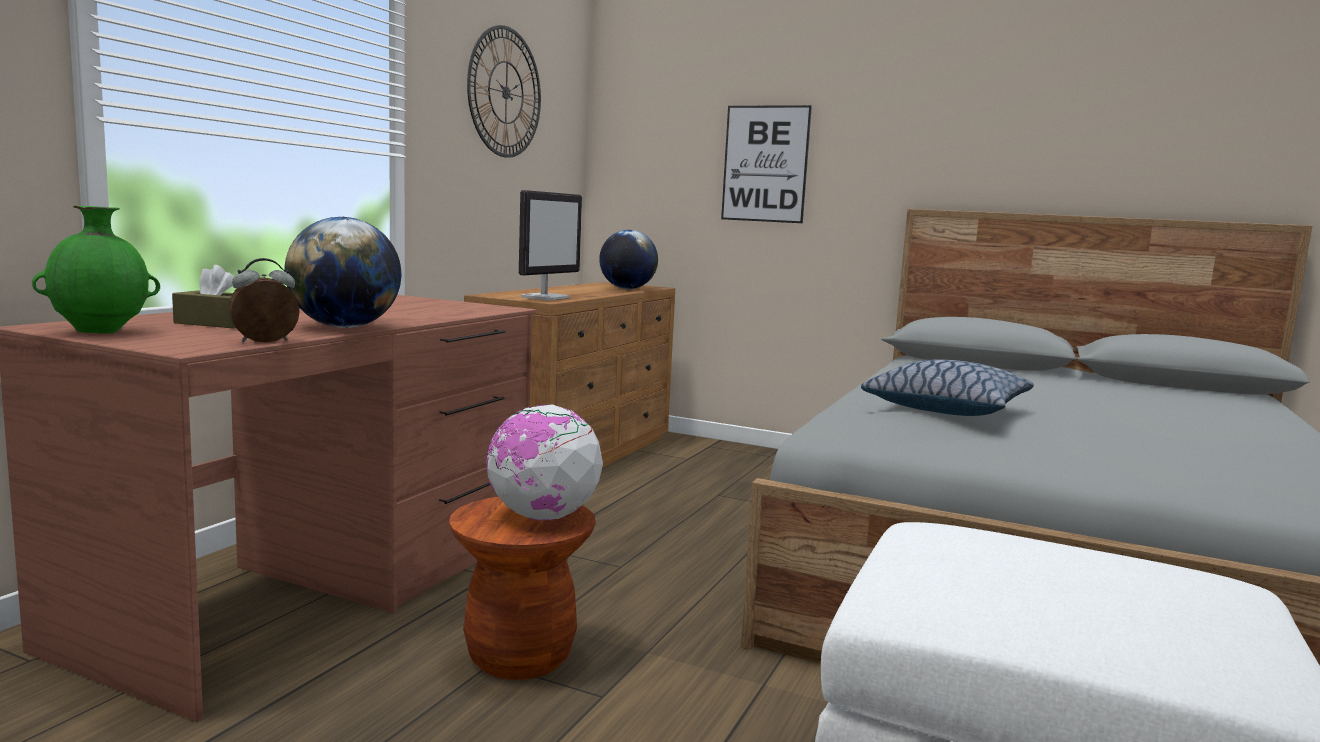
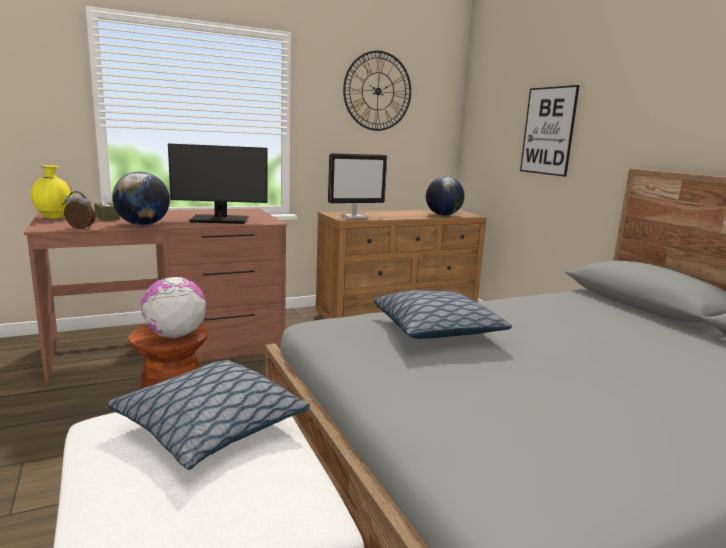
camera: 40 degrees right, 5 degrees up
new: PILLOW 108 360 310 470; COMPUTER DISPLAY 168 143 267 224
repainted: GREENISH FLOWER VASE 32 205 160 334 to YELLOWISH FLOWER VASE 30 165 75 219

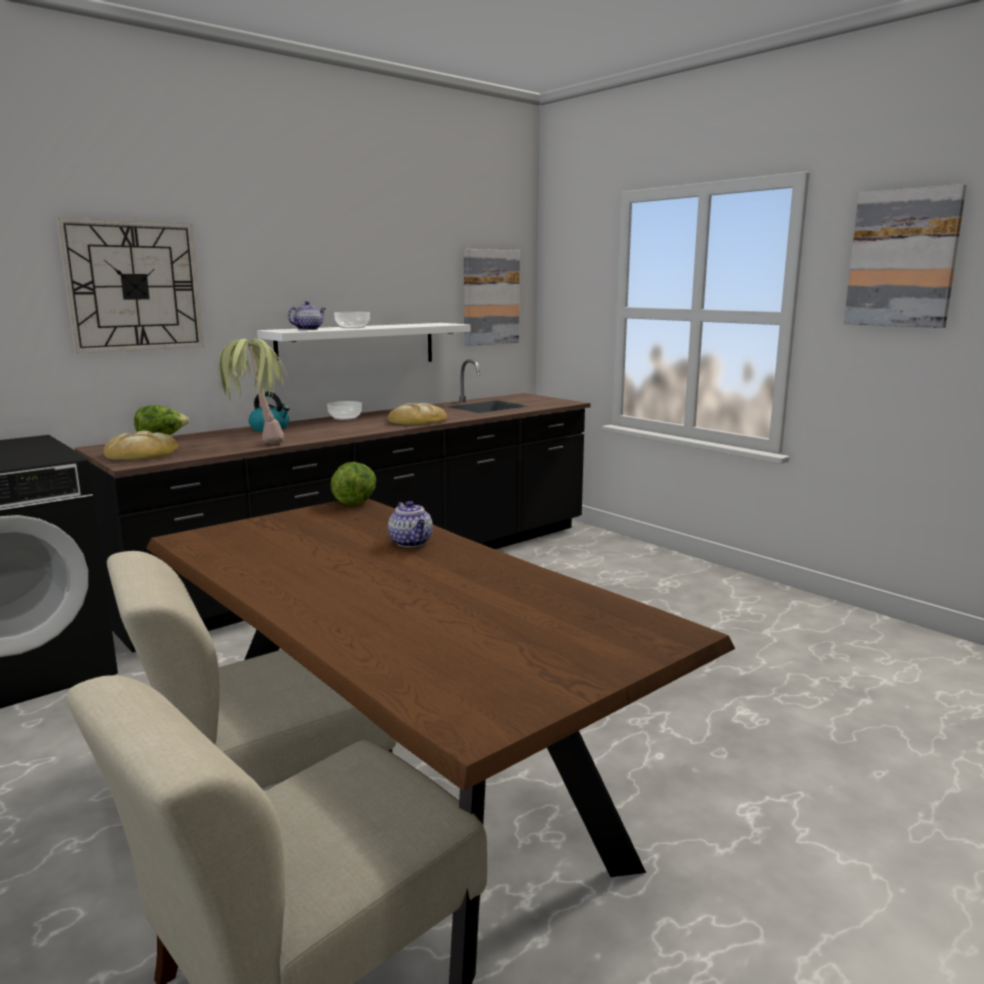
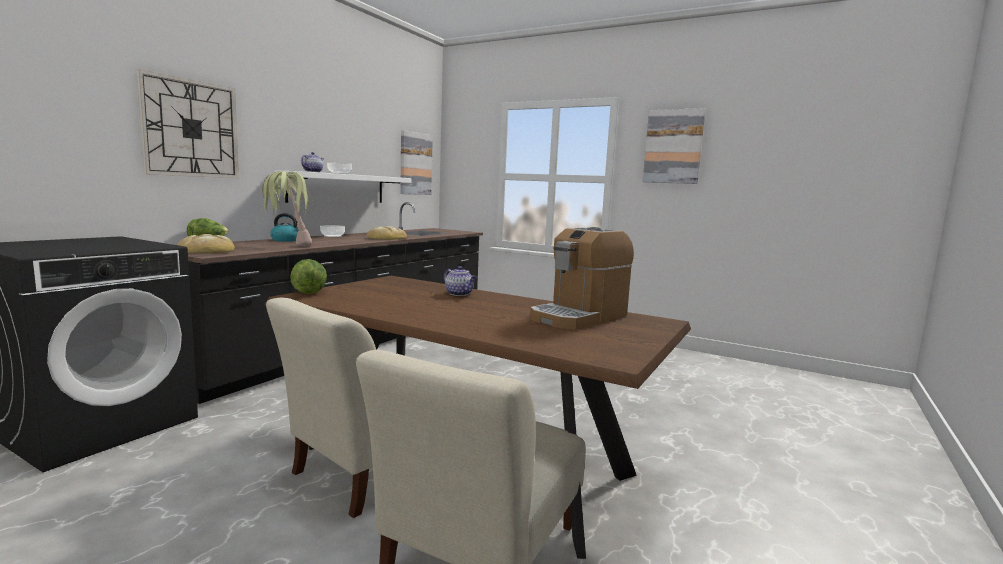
camera: 20 degrees left, 5 degrees down
new: COFFEE BREWER 530 227 634 330
shifted: HEAD OF LETTUCE 330 462 376 505 to 290 259 327 294

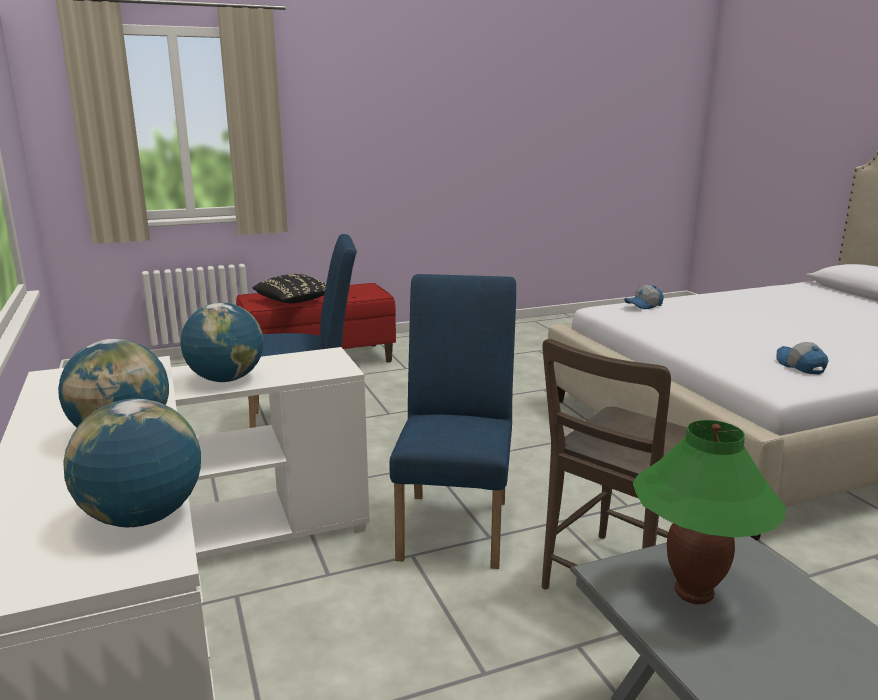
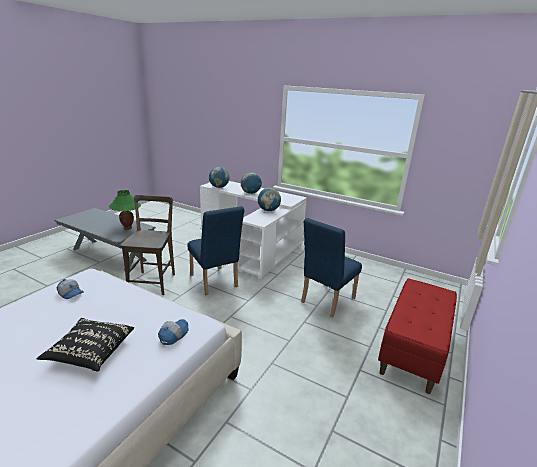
camera: 140 degrees right, 5 degrees up
shifted: BLACK-COLOURED PILLOW 252 274 326 303 to 36 318 134 372

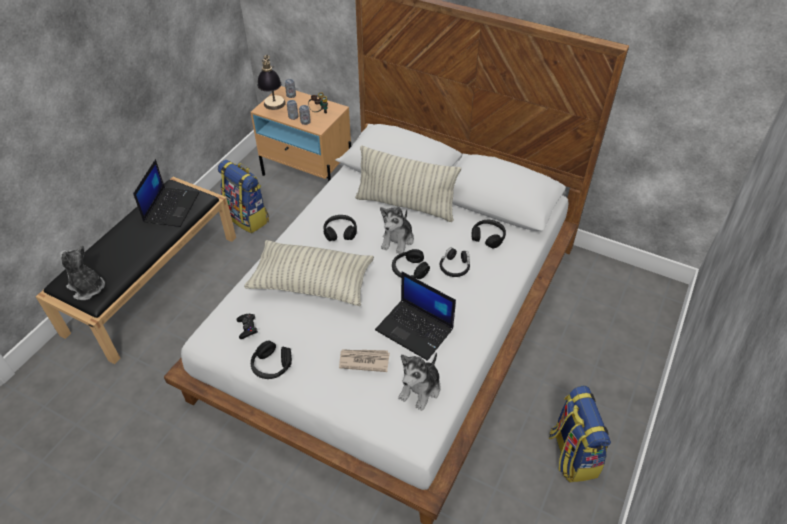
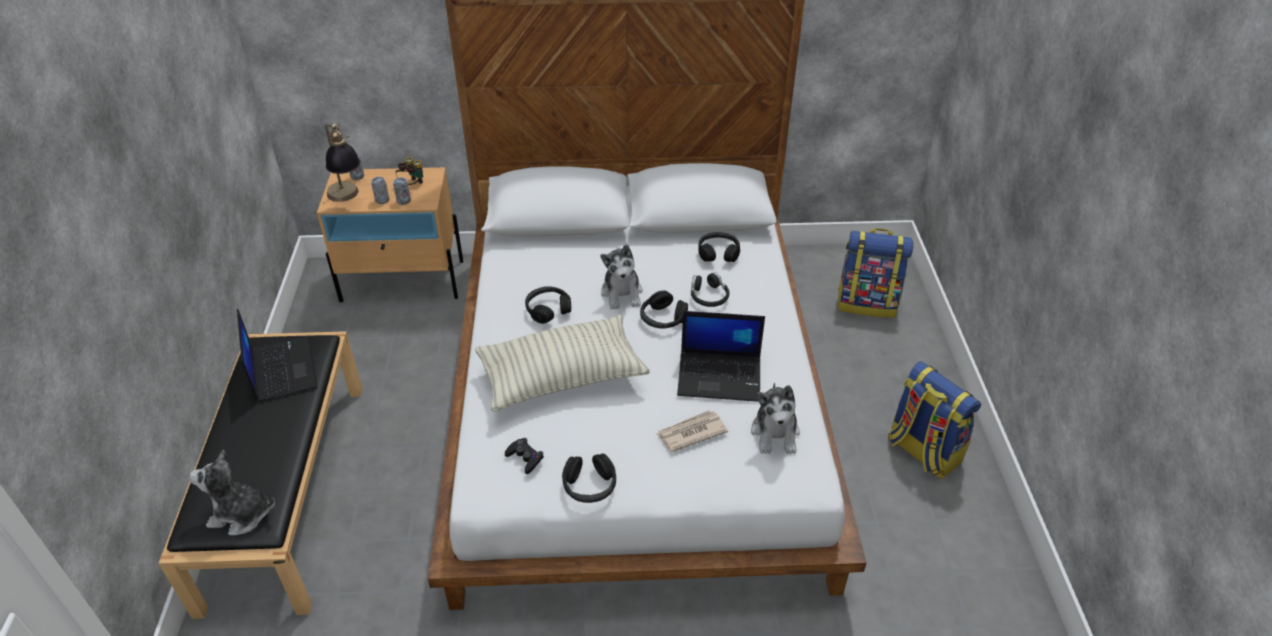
camera: 30 degrees left, 5 degrees down
gone: PILLOW 355 145 461 222
shifted: KNAPSACK 218 160 269 233 to 838 228 914 318

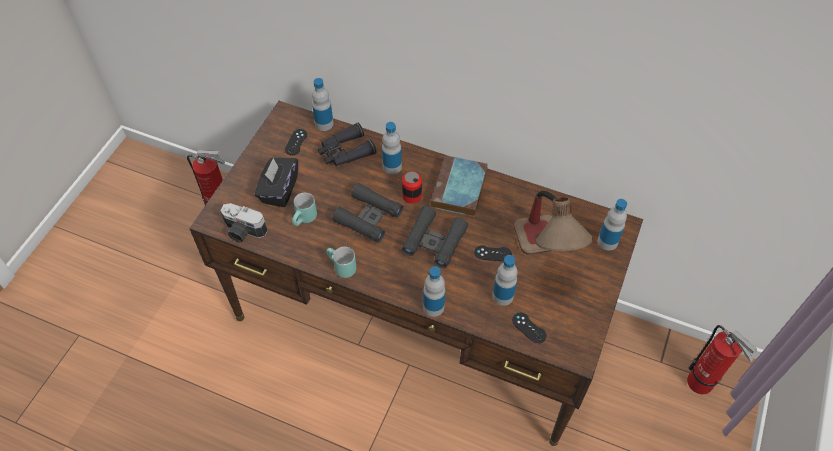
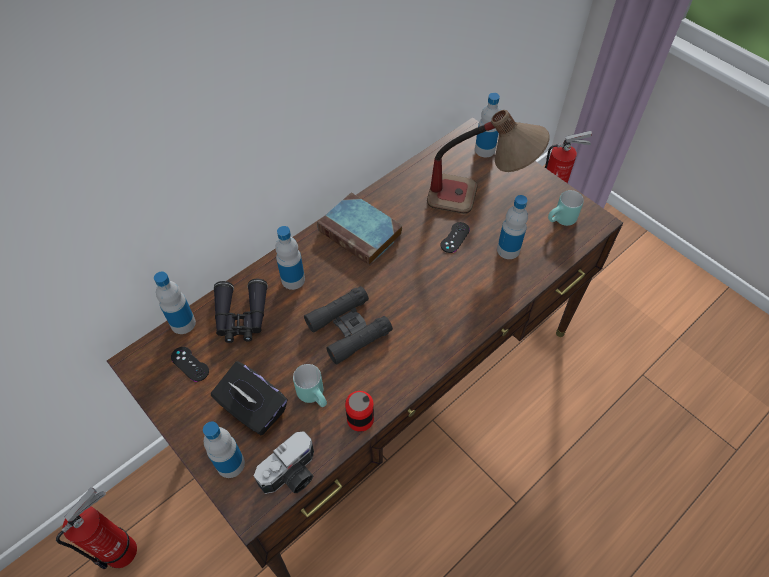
camera: 65 degrees left, 0 degrees up
gone: BLACK-COLOURED FIELD GLASSES 401 206 468 268; BLACK-COLOURED JOYPAD 512 313 547 344
shifted: TURQUOISE COFFEE MUG 326 247 356 278 to 548 190 584 226; SEALED CAN 402 171 422 203 to 345 391 374 432; DRINK BOTTLE 423 266 445 317 to 203 421 245 478

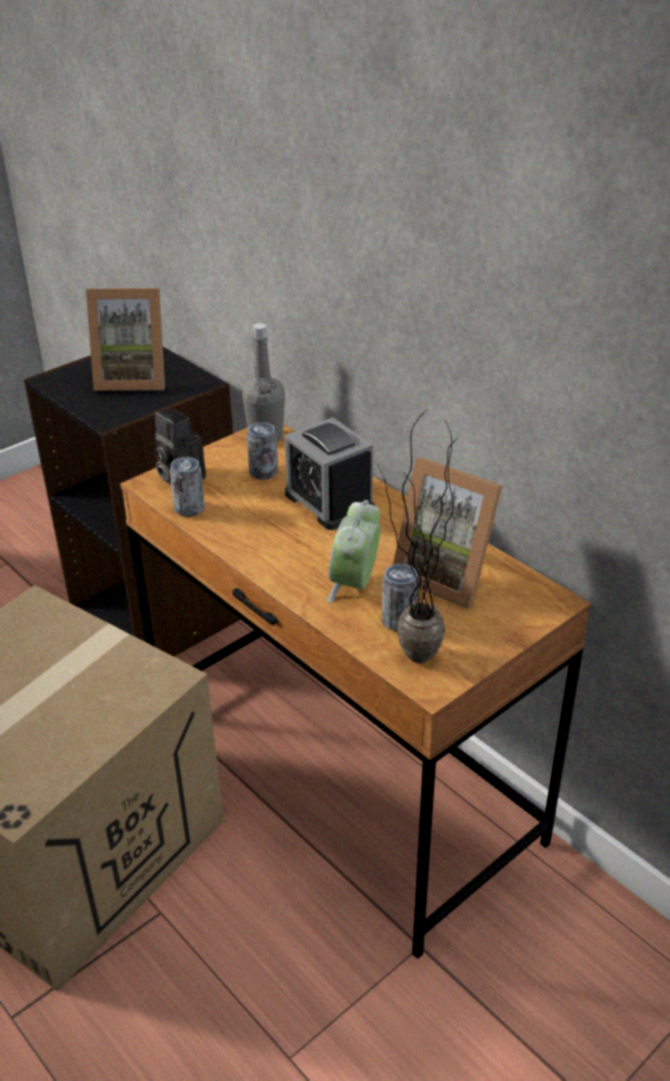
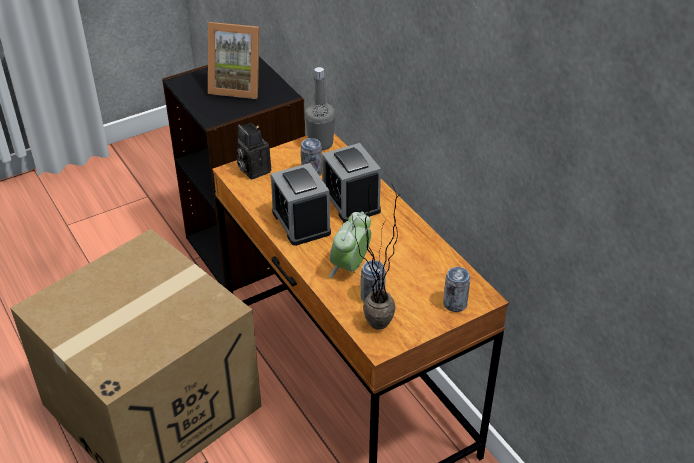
camera: 10 degrees right, 5 degrees up
gone: PHOTO FRAME 393 457 502 609
new: ALARM CLOCK 271 163 331 246
shifted: SEALED CAN 170 457 205 517 to 443 267 470 312

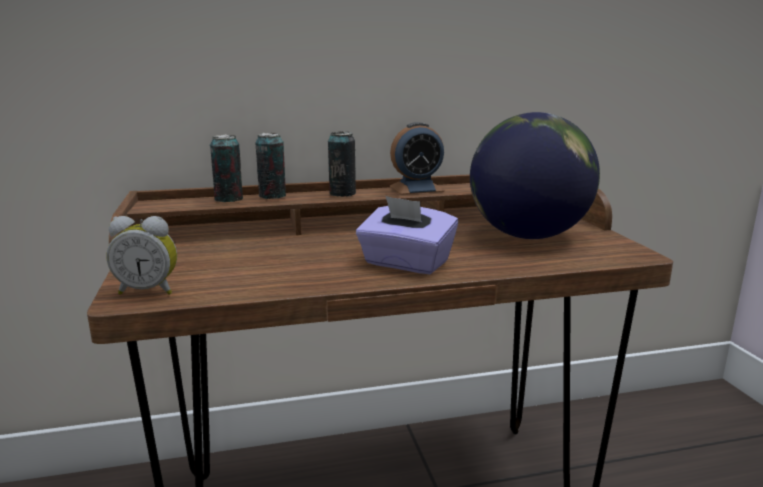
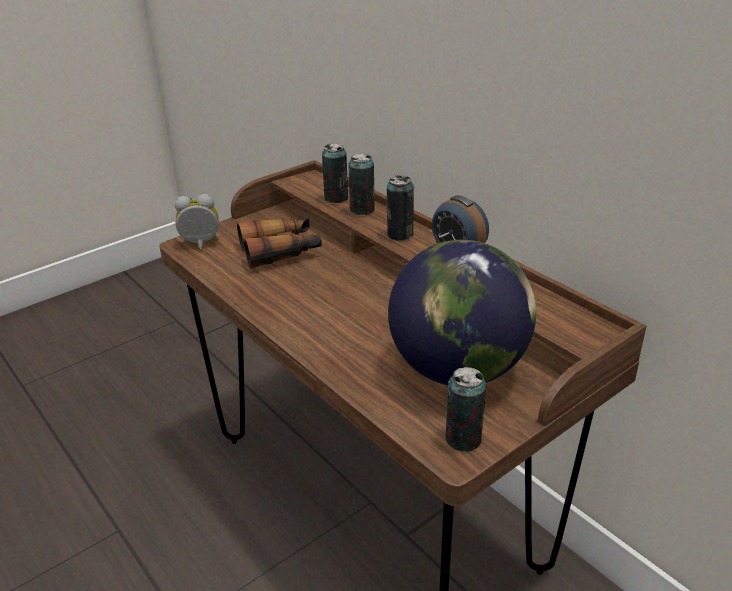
camera: 65 degrees right, 15 degrees up
gone: PURPLE-COLOURED TISSUE BOX 356 196 458 274
new: FIELD GLASSES 237 218 322 269; SEALED CAN 446 367 486 452
rotated: ALARM CLOCK 106 216 177 295 = 175 194 219 250 105 degrees clockwise

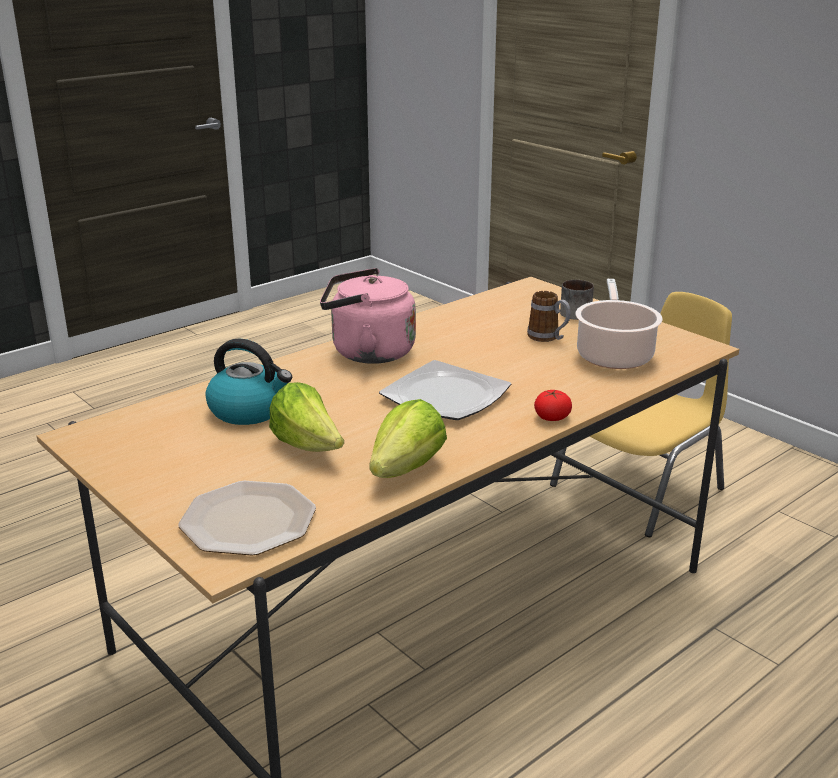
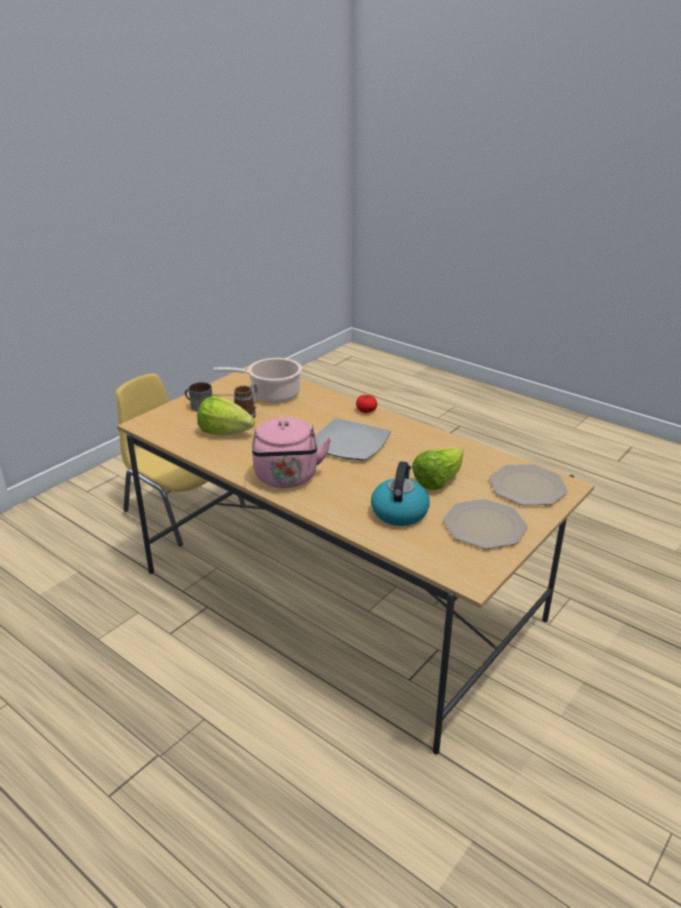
camera: 100 degrees left, 5 degrees up
new: DINNER PLATE 443 499 528 549
shifted: HEAD OF LETTUCE 369 399 447 478 to 197 396 255 435

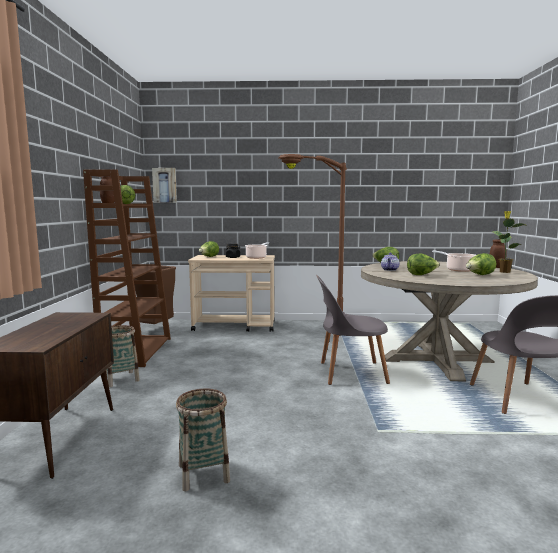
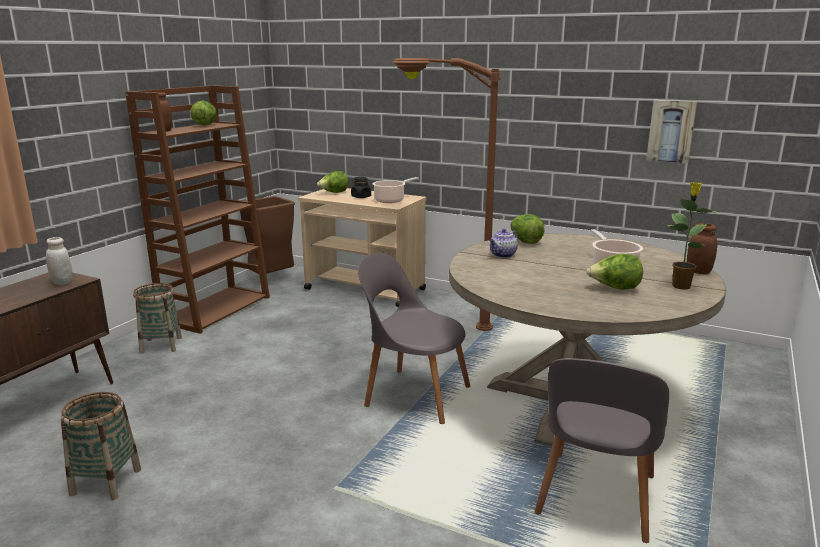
camera: 25 degrees right, 10 degrees up
gone: HEAD OF LETTUCE 407 254 440 275
new: WHITE JAR 46 237 73 285
shifted: WALL PICTURE 152 168 177 203 to 646 100 697 163

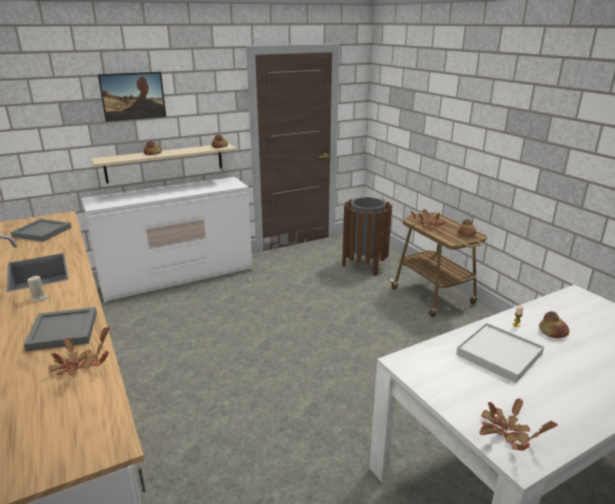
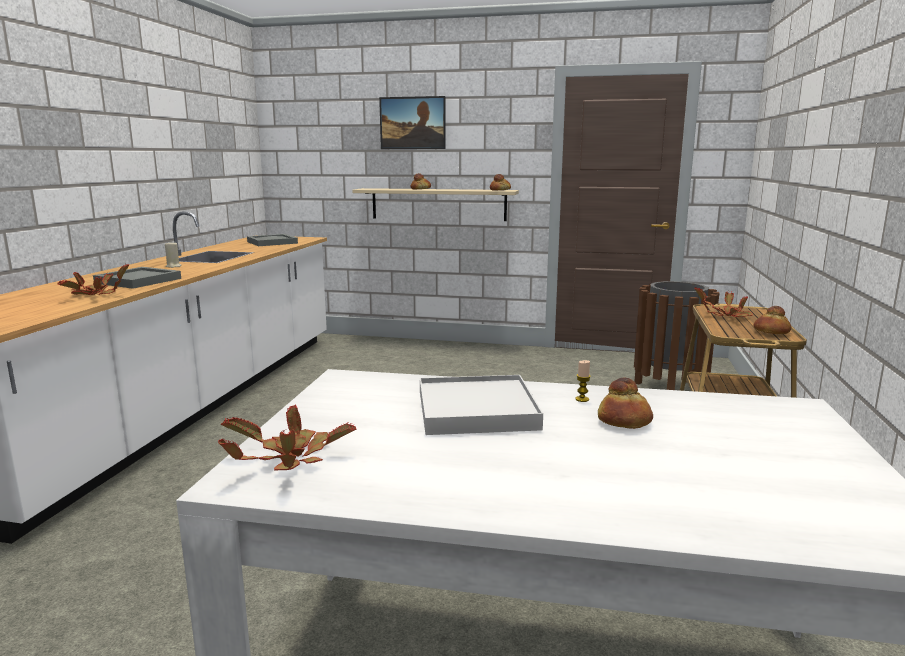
camera: 40 degrees right, 10 degrees down
gone: WHITE CHEST OF DRAWERS 82 177 252 303

